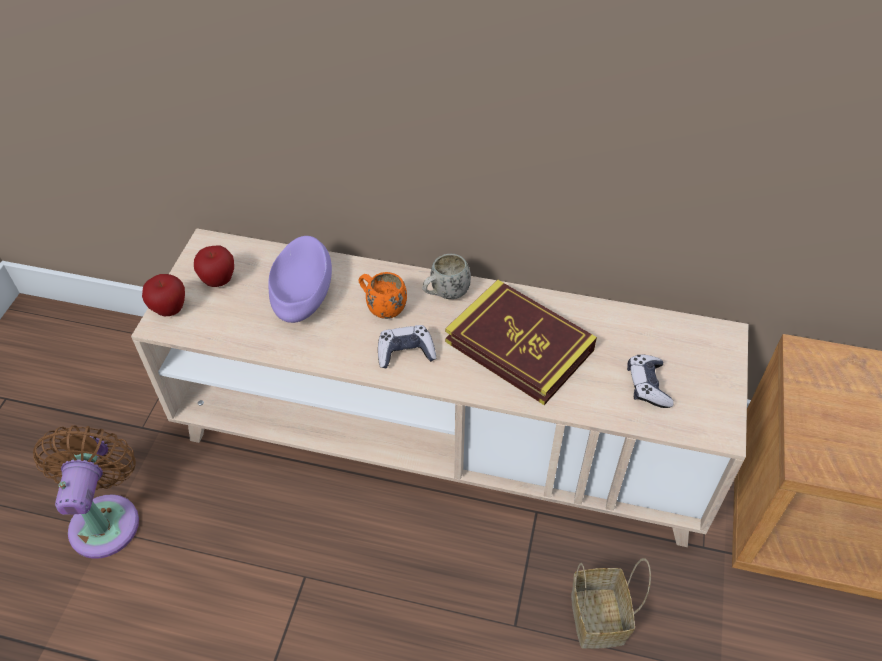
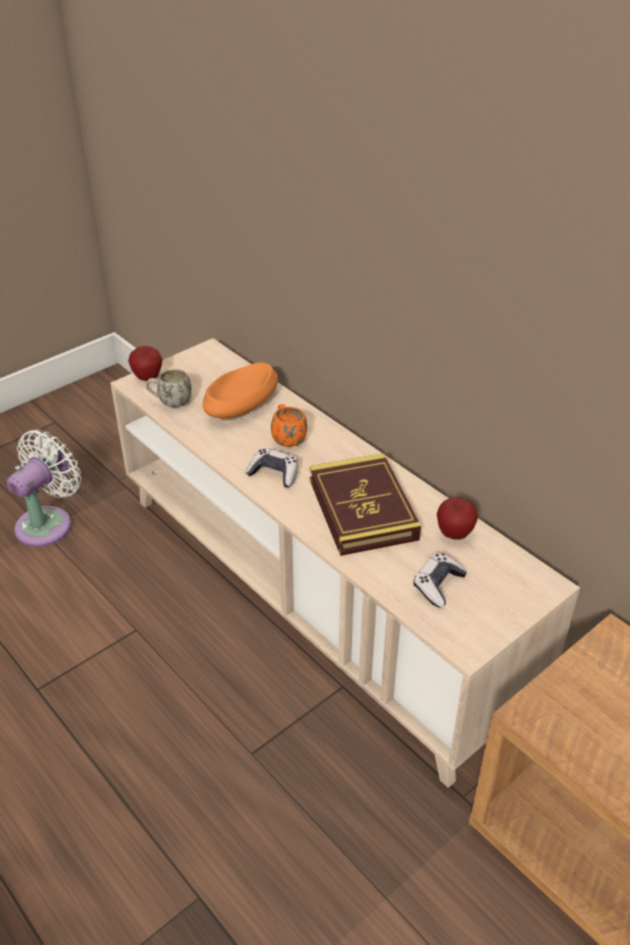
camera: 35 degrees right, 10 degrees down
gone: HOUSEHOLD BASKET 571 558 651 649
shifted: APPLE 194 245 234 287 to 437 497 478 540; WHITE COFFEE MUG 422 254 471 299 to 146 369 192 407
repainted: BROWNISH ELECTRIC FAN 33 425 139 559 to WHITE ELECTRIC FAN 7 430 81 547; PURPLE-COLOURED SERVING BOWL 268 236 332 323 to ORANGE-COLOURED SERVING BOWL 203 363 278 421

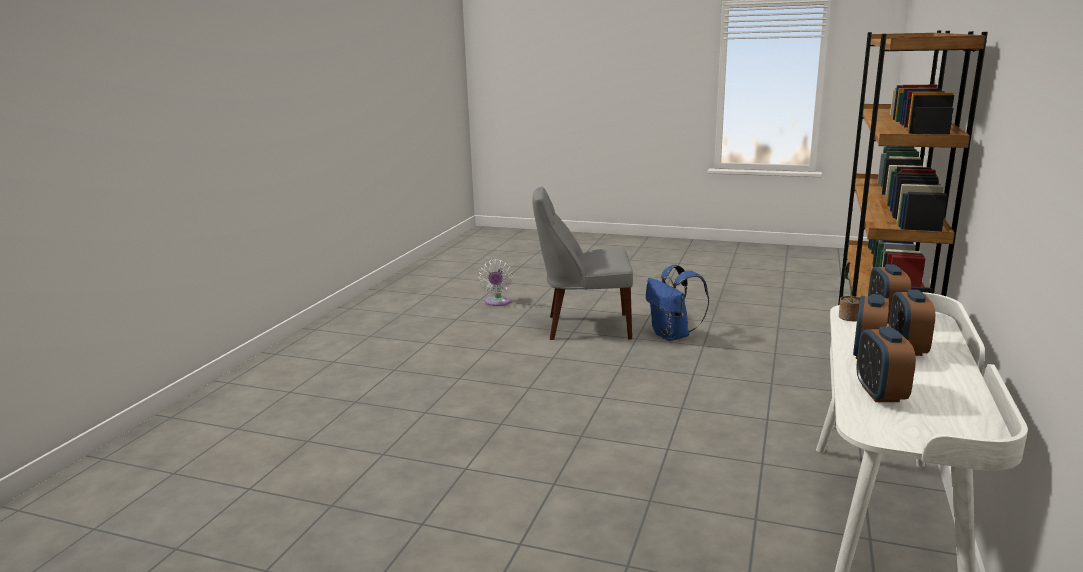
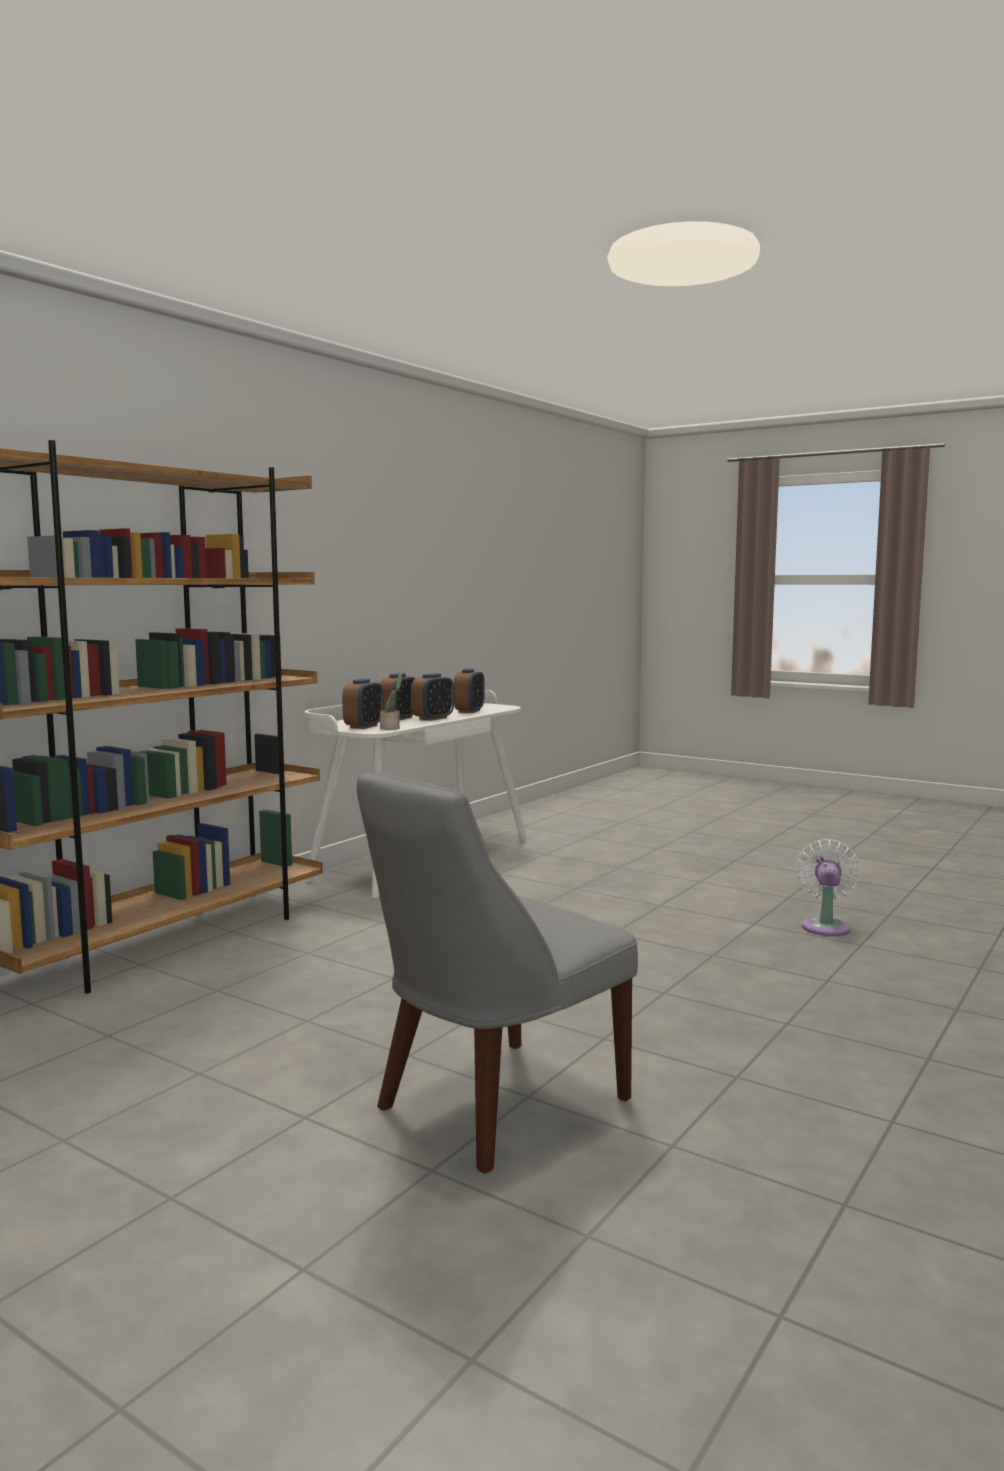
camera: 165 degrees left, 10 degrees down
gone: BLUE-COLOURED KNAPSACK 646 265 709 341
shifted: WHITE ELECTRIC FAN 478 259 514 306 to 795 839 861 936
rotated: GREY CHAIR 532 187 633 340 = 357 772 638 1174 120 degrees clockwise

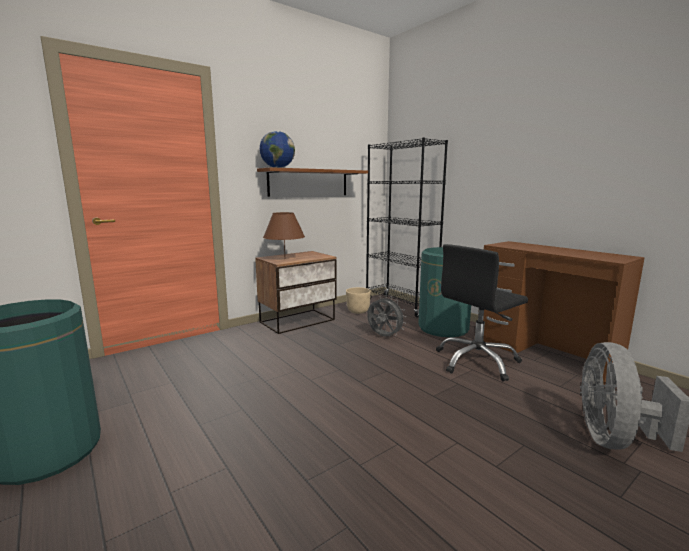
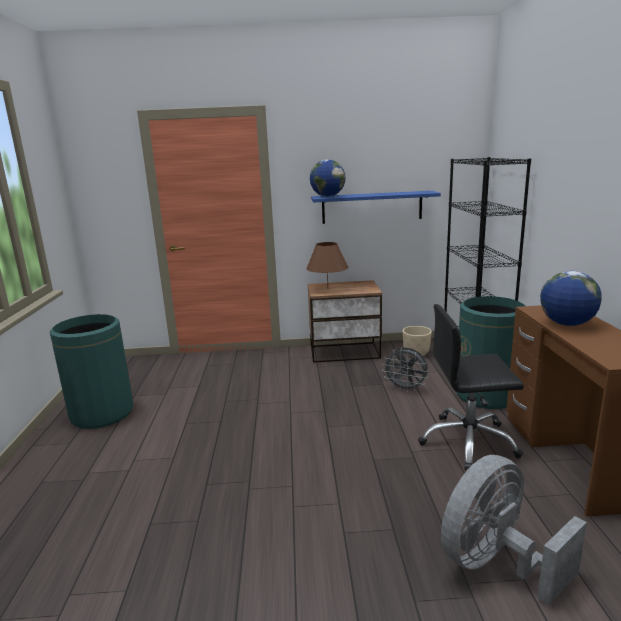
camera: 35 degrees right, 5 degrees up
new: GLOBE 540 271 602 326
repainted: BROWNISH WALL SHELF 257 167 368 197 to BLUE-COLOURED WALL SHELF 311 191 441 224
rotated: GREY ELECTRIC FAN 367 295 406 337 = 382 347 428 392 135 degrees clockwise

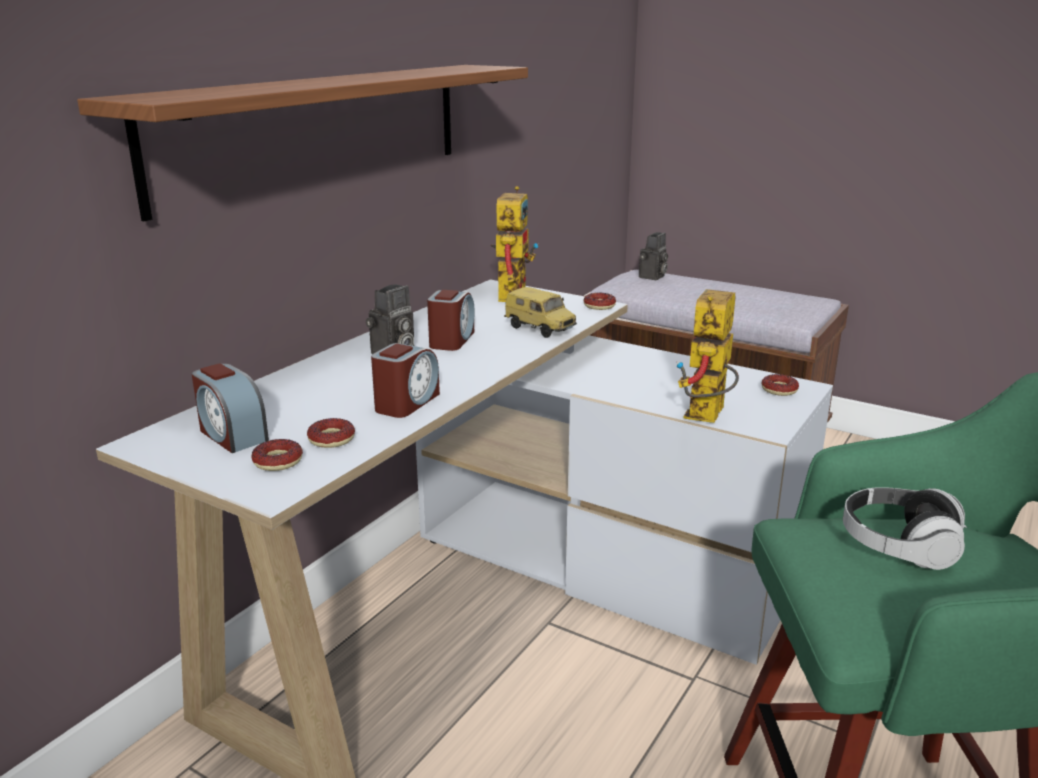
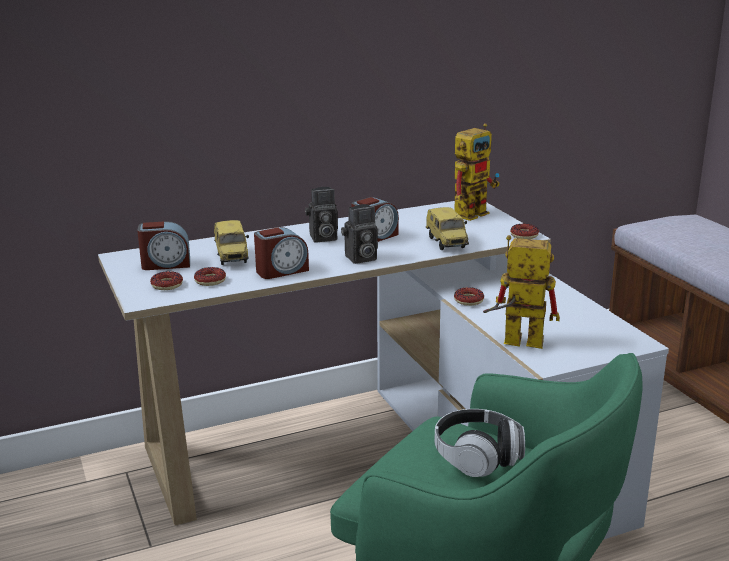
camera: 35 degrees right, 0 degrees up
gone: WALL SHELF 77 65 528 221
new: MINIATURE CAR 214 220 249 265
shifted: STILL CAMERA 639 232 668 280 to 341 204 378 264; RING DOUGHNUT 762 374 799 396 to 454 287 484 306
rotated: ALARM CLOCK 192 363 269 453 = 137 221 190 270 90 degrees counterclockwise; MODEL ROBOT 676 289 739 423 = 483 235 560 349 45 degrees clockwise

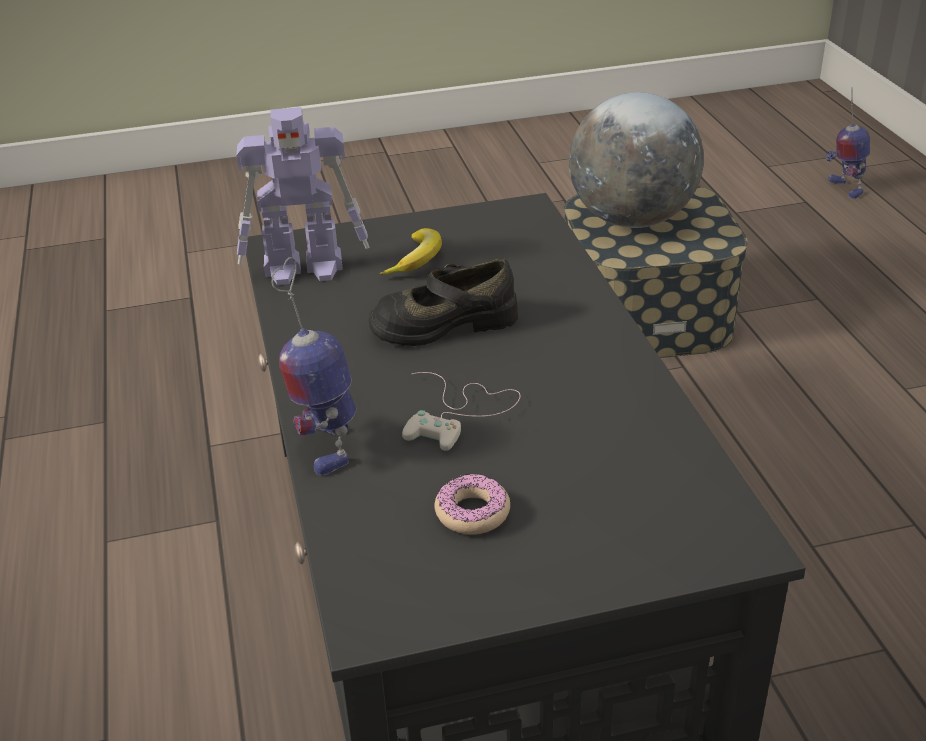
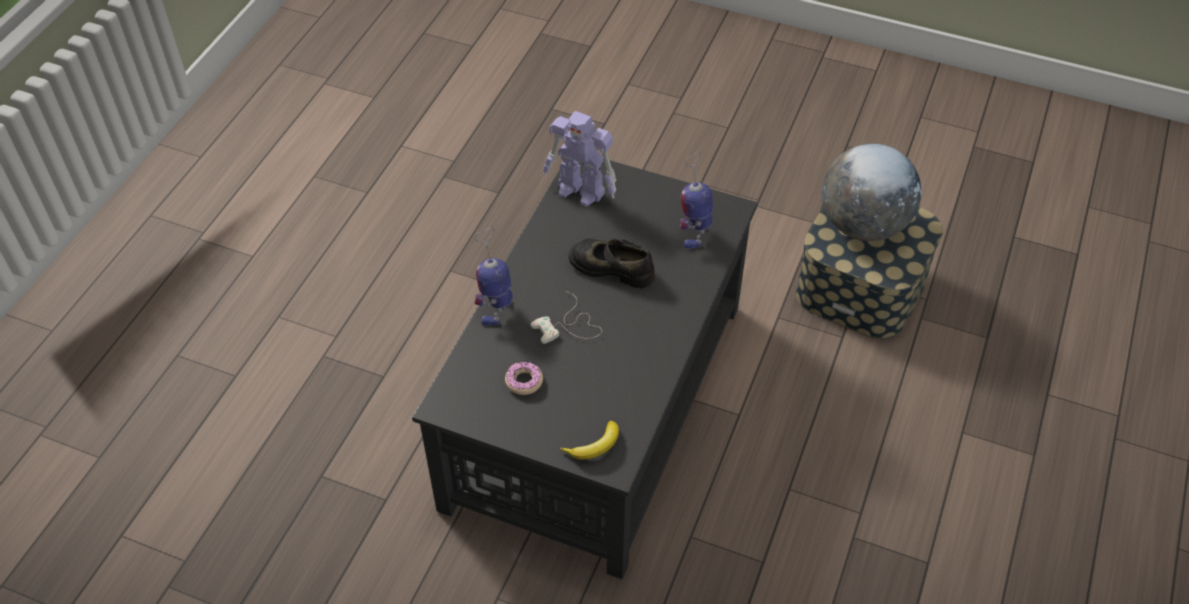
camera: 35 degrees right, 15 degrees up
shifted: BANANA 380 228 442 275 to 560 421 619 460; MODEL ROBOT 826 87 870 199 to 680 151 713 249

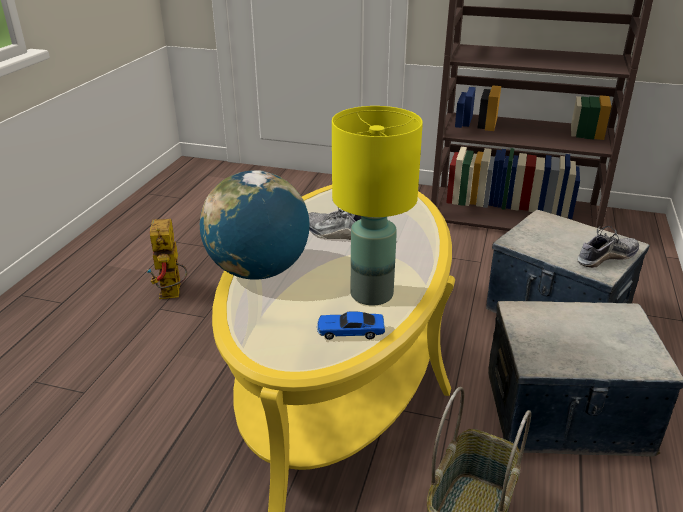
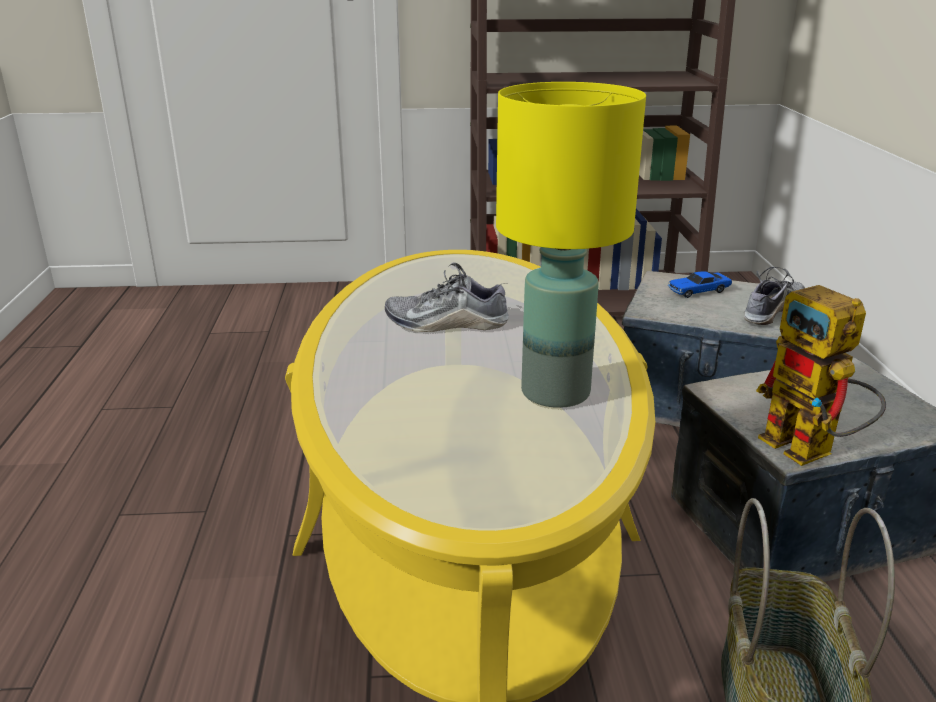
camera: 20 degrees left, 5 degrees down
gone: GLOBE 200 170 309 280
shifted: MODEL ROBOT 147 219 187 299 to 756 285 886 466; MINIATURE CAR 317 311 385 340 to 668 271 732 298

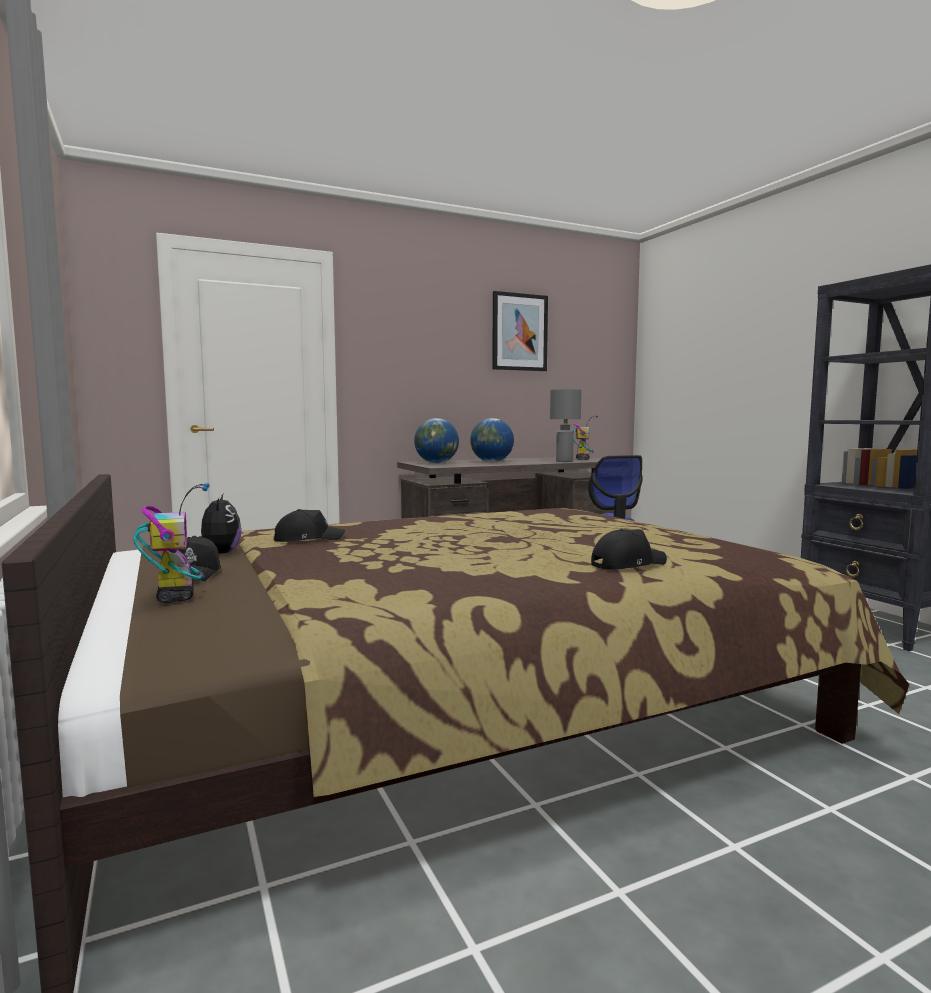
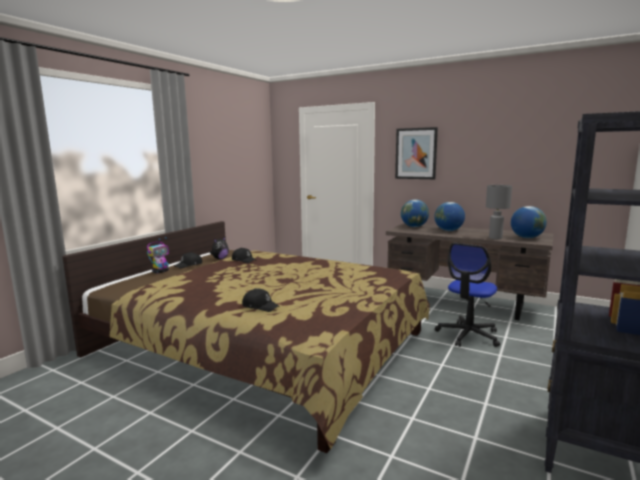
camera: 55 degrees right, 5 degrees up
shifted: WALL PICTURE 492 291 548 371 to 395 127 438 179
swapped: MODEL ROBOT 572 415 598 460 to GLOBE 511 206 547 238

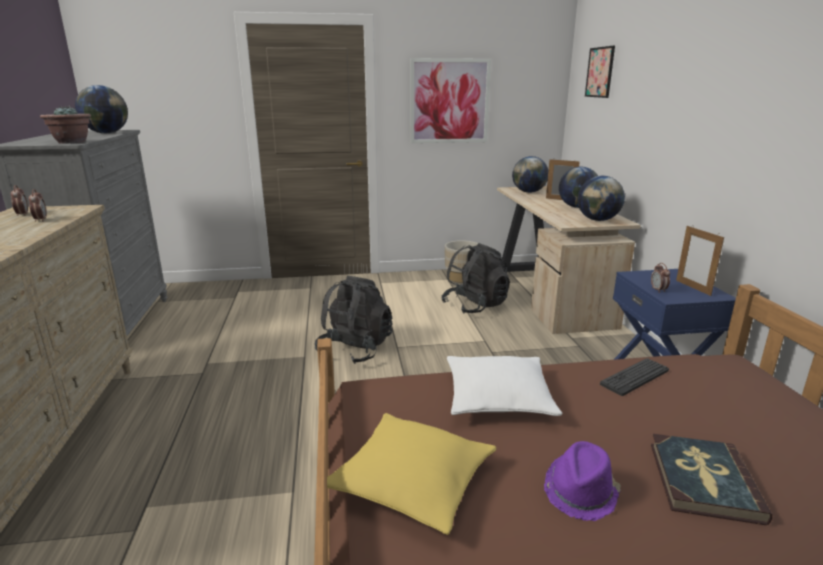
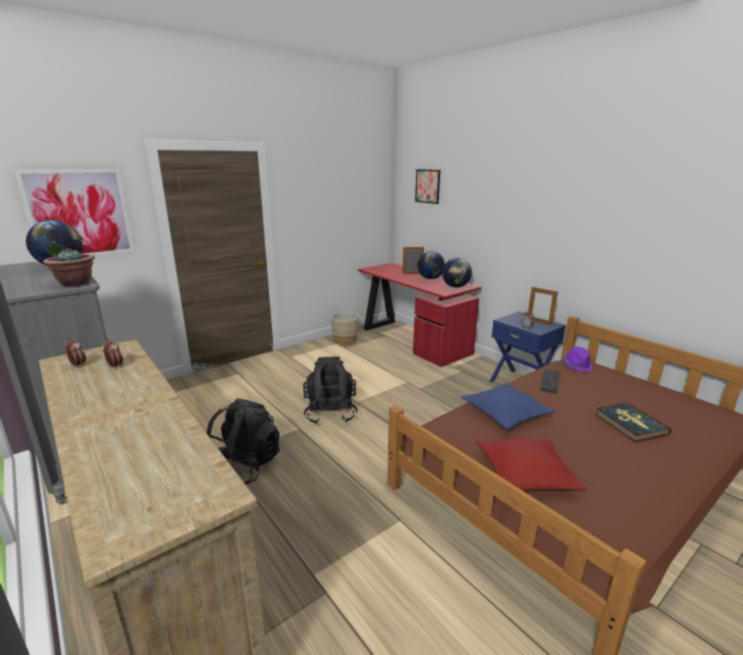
camera: 30 degrees left, 0 degrees up
gone: GLOBE 512 156 548 193
shifted: WALL PICTURE 410 58 491 143 to 14 169 135 256; BLACK-COLOURED KNAPSACK 441 243 510 314 to 207 398 280 485; PURPLE-COLOURED HAT 544 441 621 521 to 563 346 593 372
repainted: YELLOWISH PILLOW 327 413 496 535 to REDDISH PILLOW 476 439 586 490; WHITE PILLOW 447 356 562 416 to BLUE-COLOURED PILLOW 461 383 555 430; BEIGE-COLOURED DESK TABLE 497 186 641 334 to REDDISH DESK TABLE 358 263 482 367

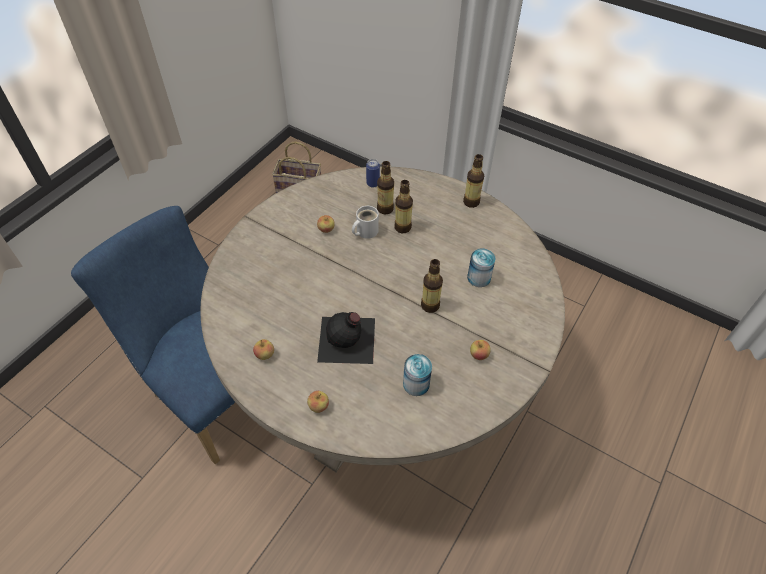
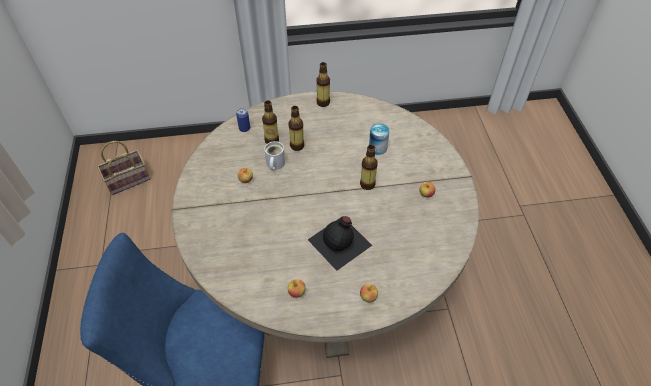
camera: 40 degrees left, 0 degrees up
gone: SEALED CAN 403 354 432 396

